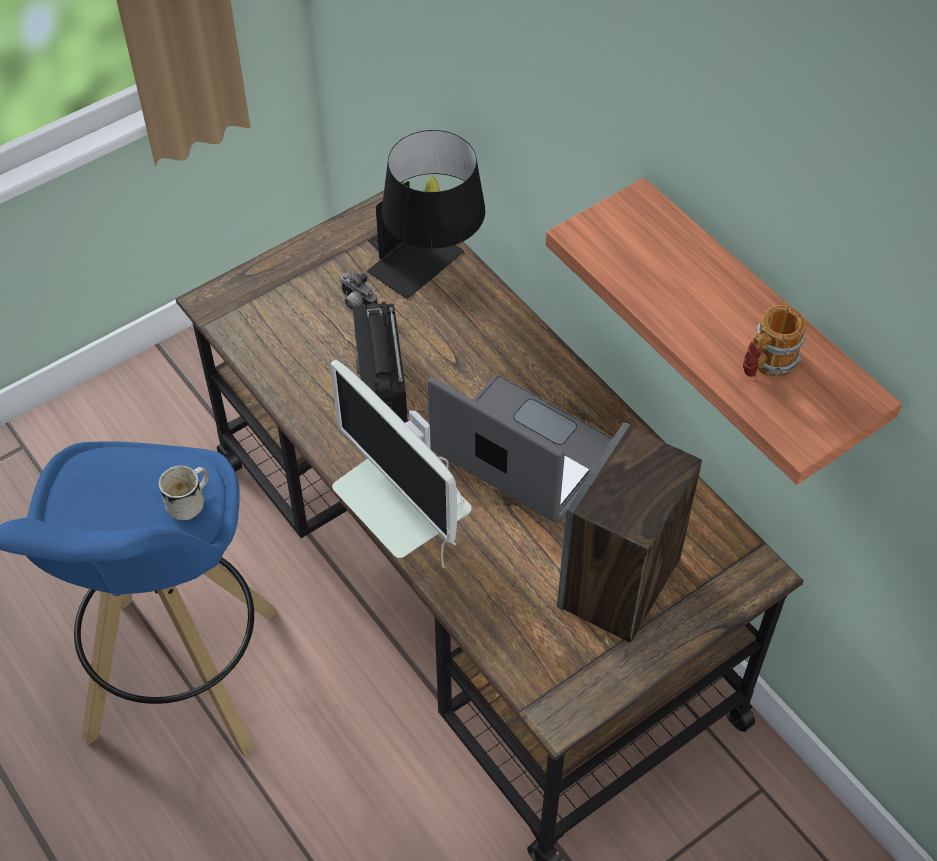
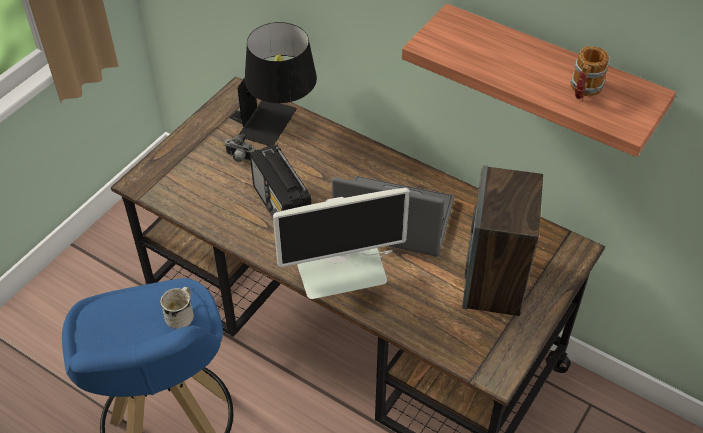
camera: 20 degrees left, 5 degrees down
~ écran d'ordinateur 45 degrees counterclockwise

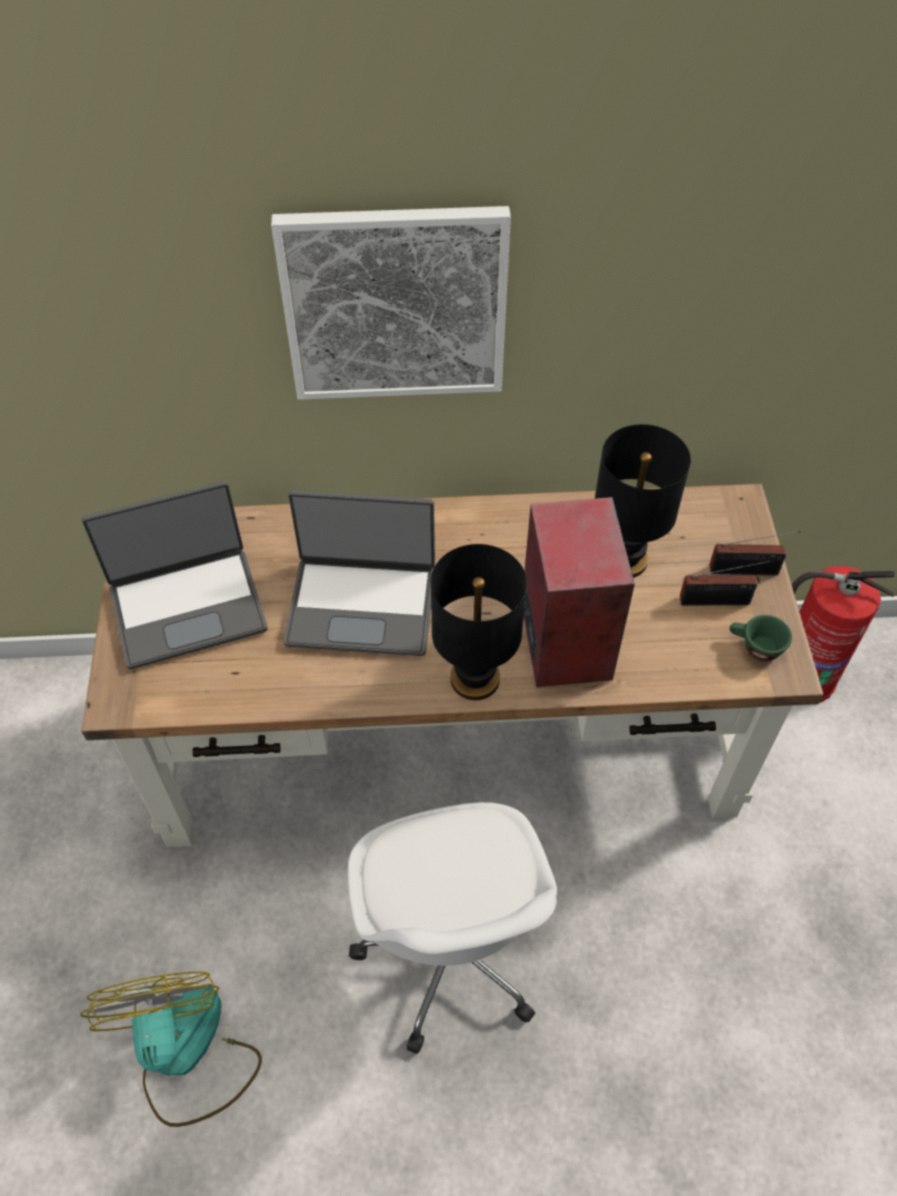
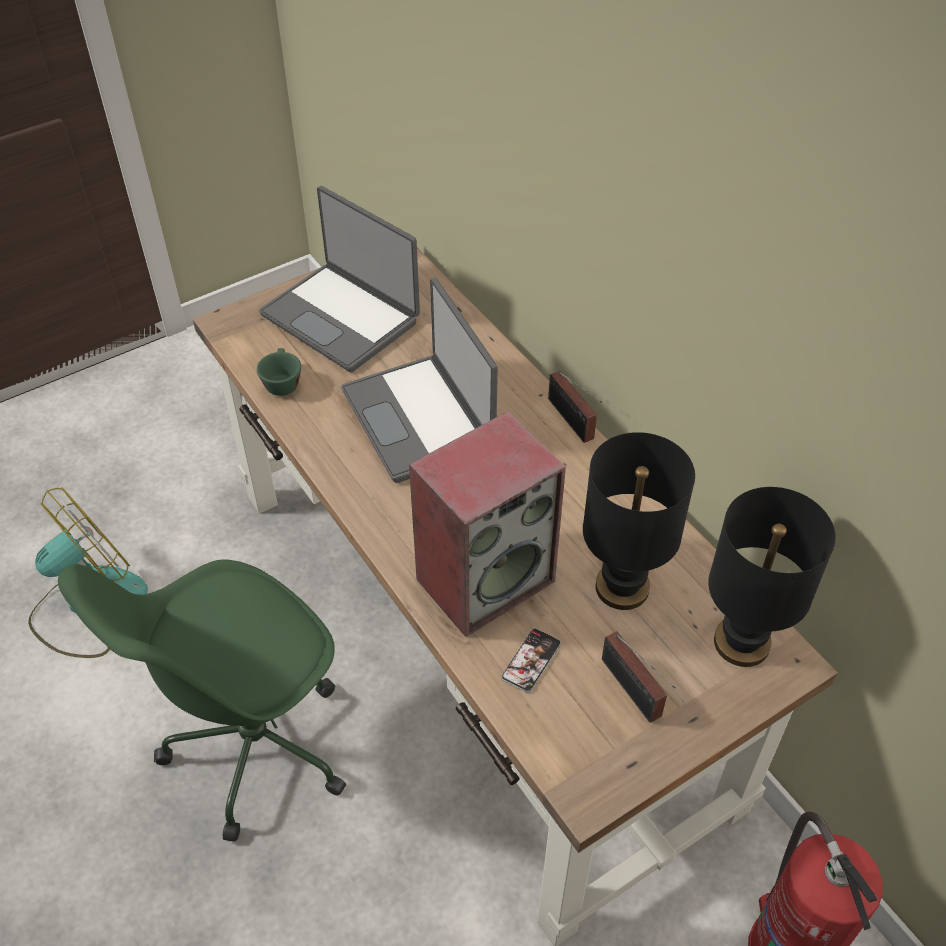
camera: 60 degrees right, 5 degrees down
- tableau
+ téléphone
~ lampe de table (noir) (no. 1 from left in the first image) to lampe de table (noir) (no. 2 from left)
~ radio (no. 2 from left in the first image) to radio (no. 1 from left)
~ tasse (vert)
~ chaise de bureau (blanc) to chaise de bureau (vert)

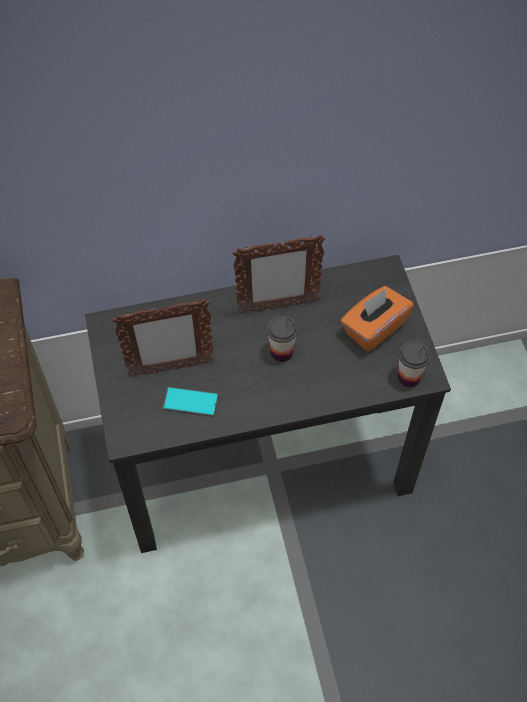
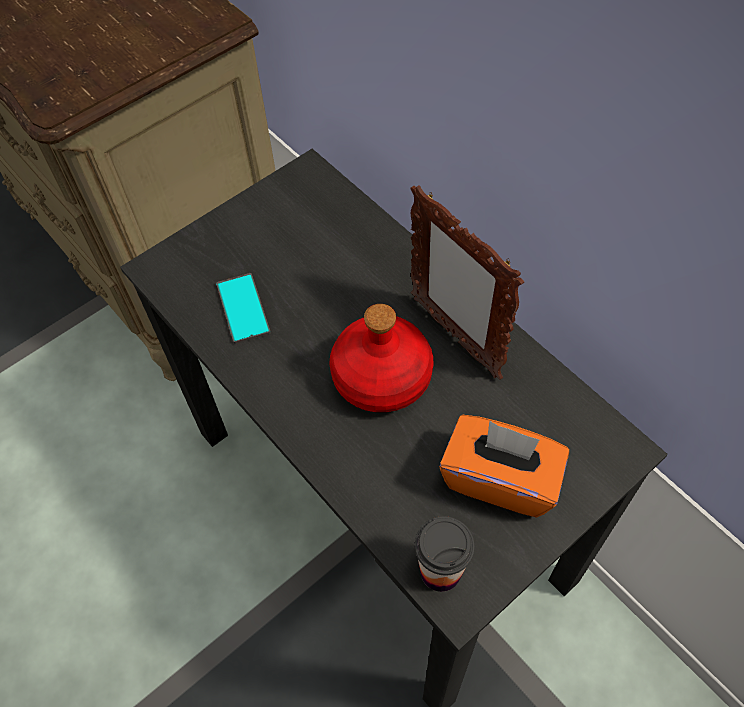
camera: 65 degrees right, 0 degrees up
- cadre photo (no. 1 from left)
~ tasse (no. 1 from left) to bouteille (rouge)

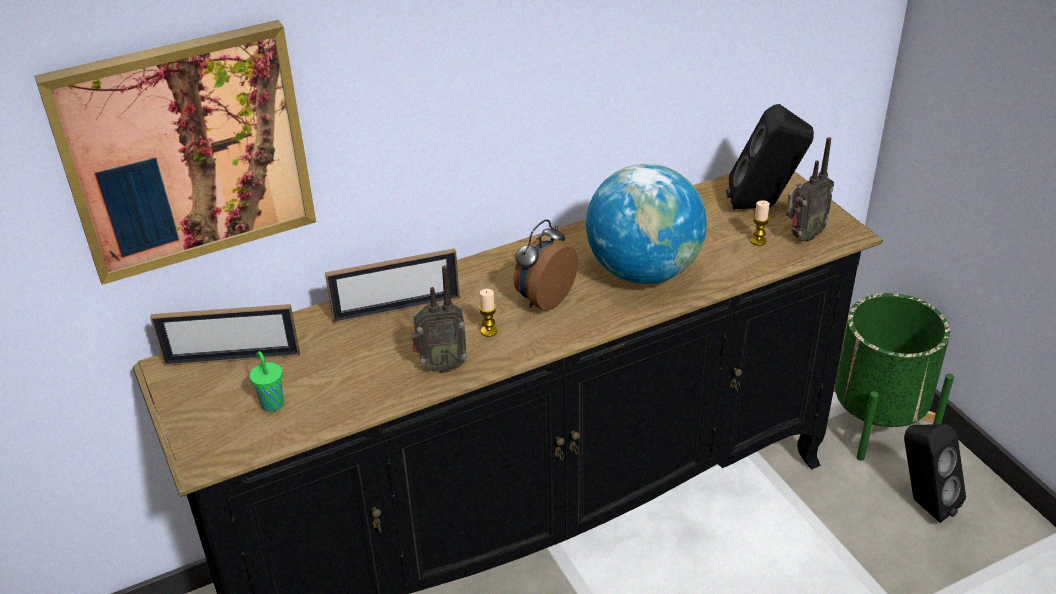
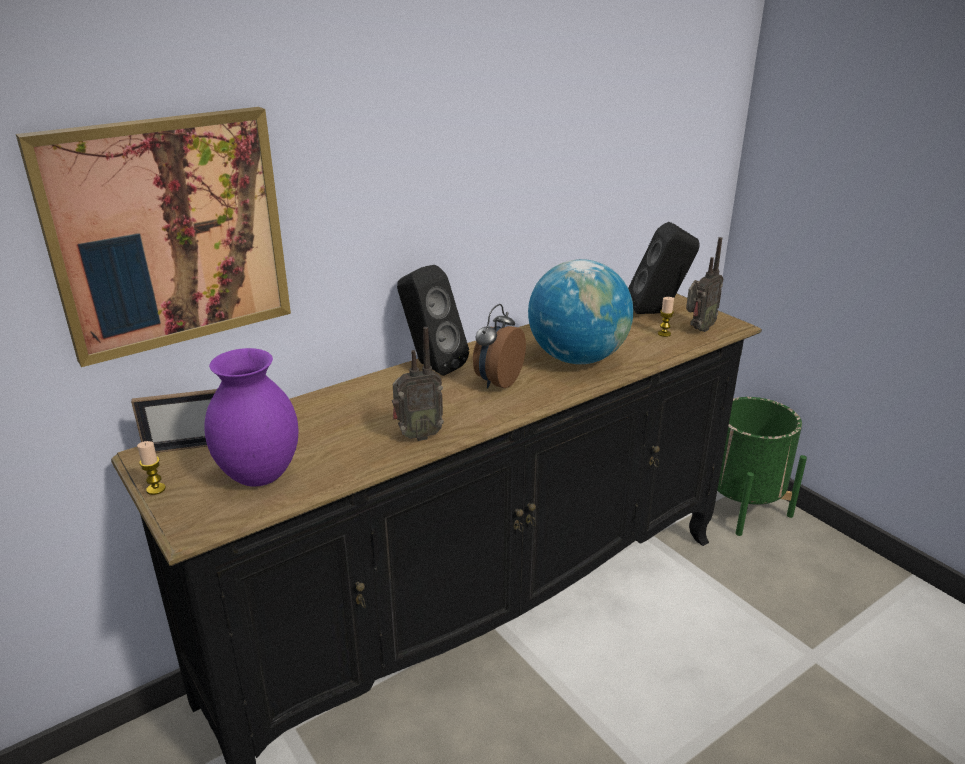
camera: 10 degrees left, 10 degrees down
- cadre photo (no. 2 from left)
~ bougie (no. 1 from left)
~ enceinte (noir) (no. 2 from left in the first image) to enceinte (noir) (no. 1 from left)
~ tasse (vert) to vase (violet)

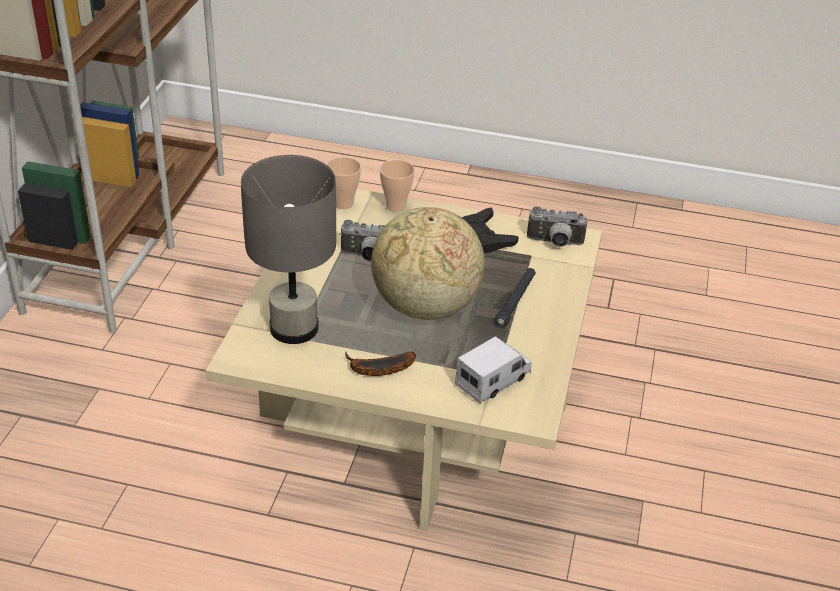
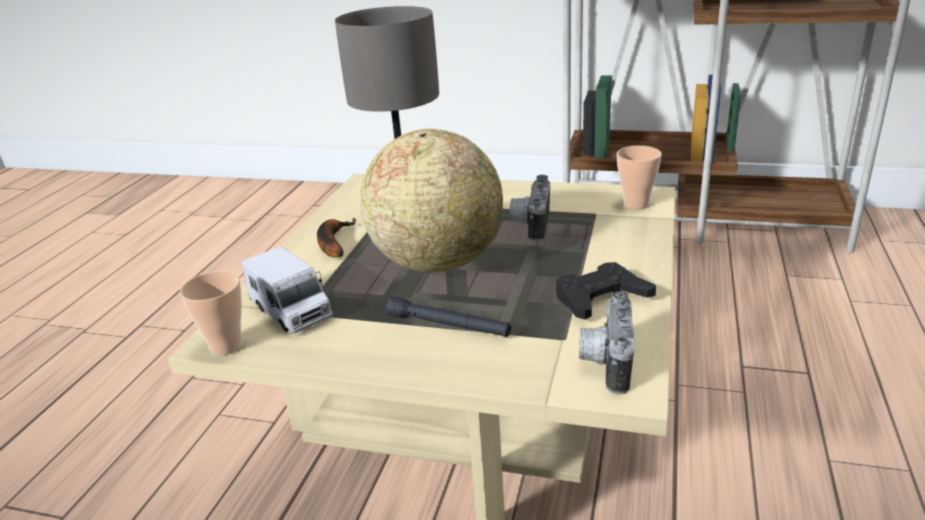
camera: 95 degrees right, 10 degrees down
~ tasse (no. 2 from left in the first image) to tasse (no. 1 from left)

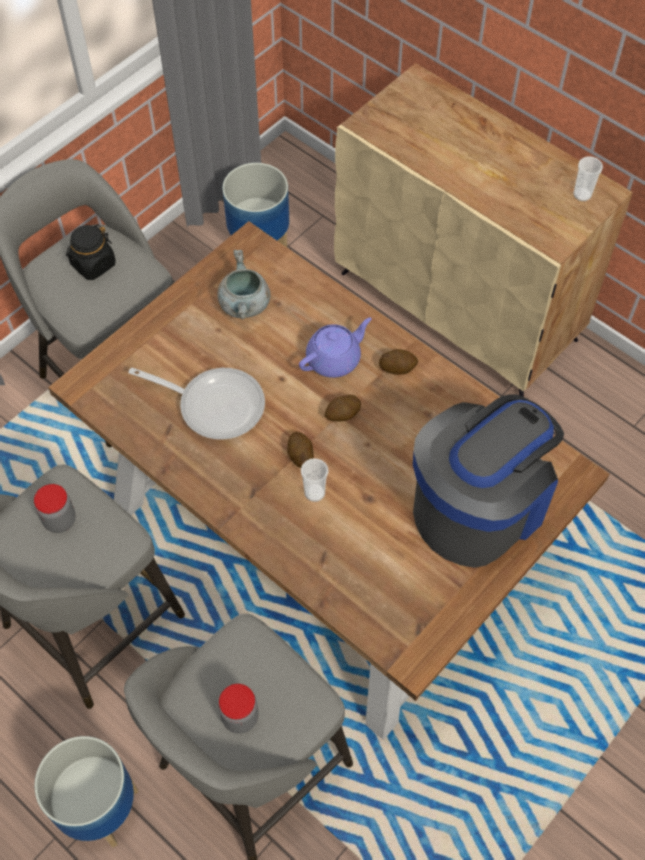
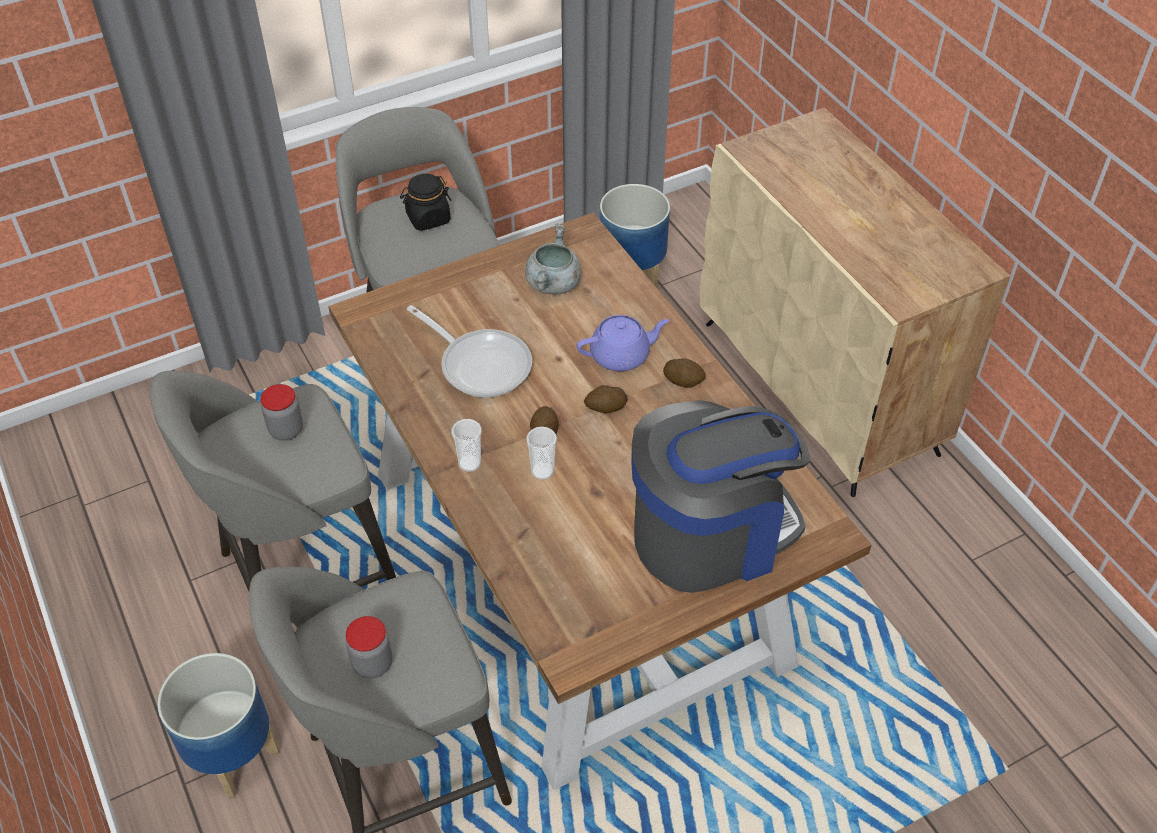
camera: 20 degrees right, 10 degrees down
~ tasse (no. 2 from left in the first image) to tasse (no. 1 from left)

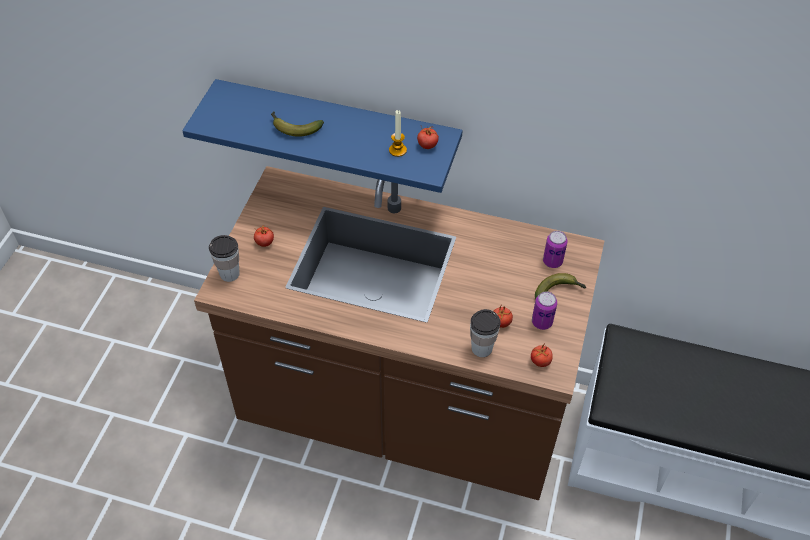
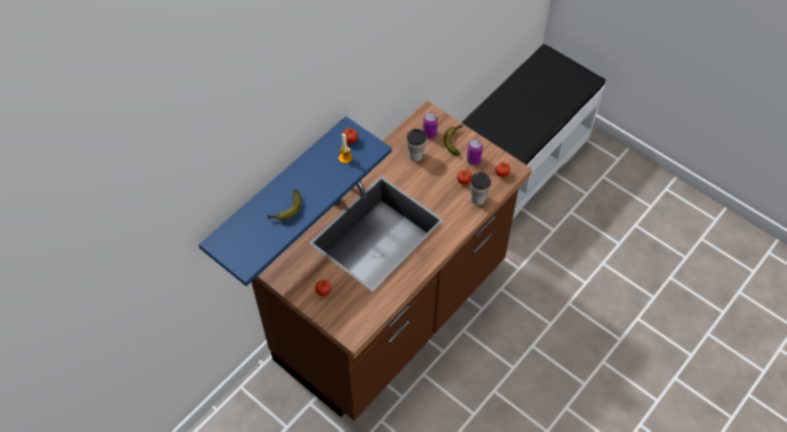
camera: 65 degrees left, 5 degrees up
~ tasse (no. 1 from left)

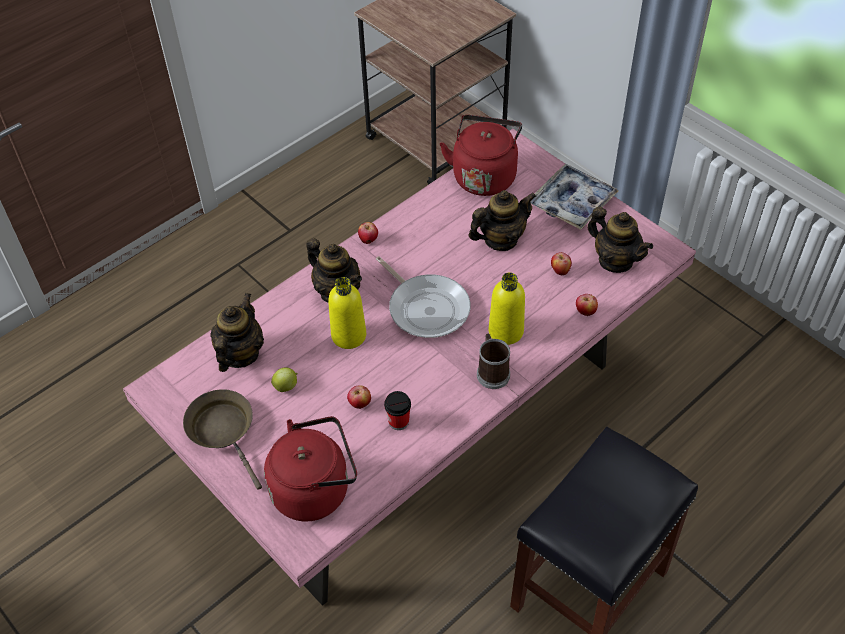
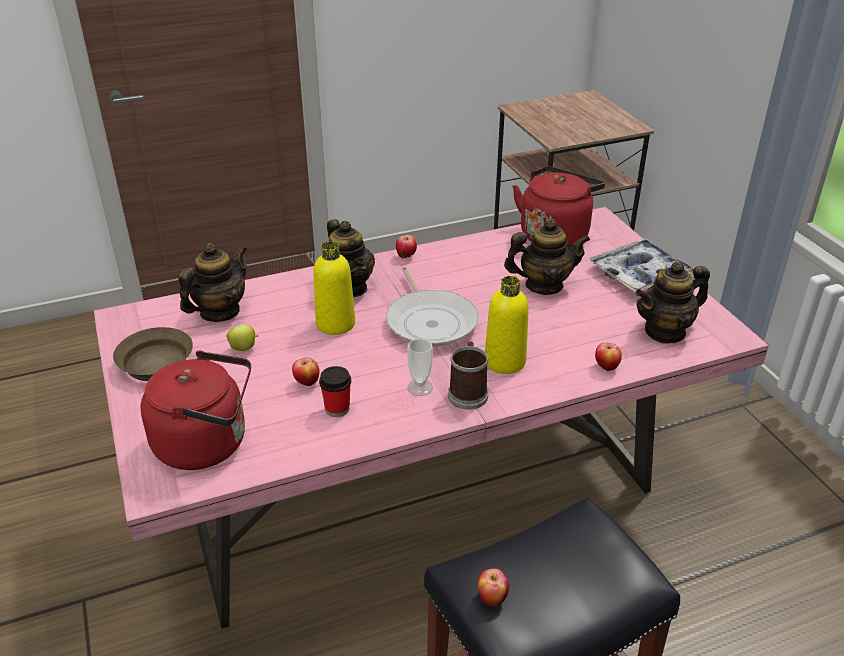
camera: 20 degrees right, 15 degrees down
+ tasse (no. 2 from left)
~ pomme (no. 4 from left)
~ théière (no. 4 from left) 90 degrees clockwise

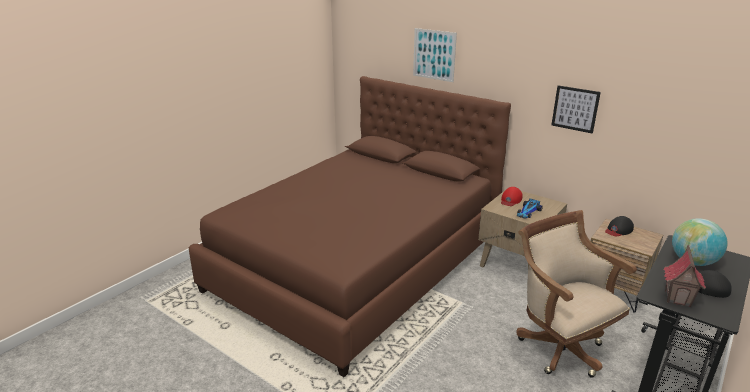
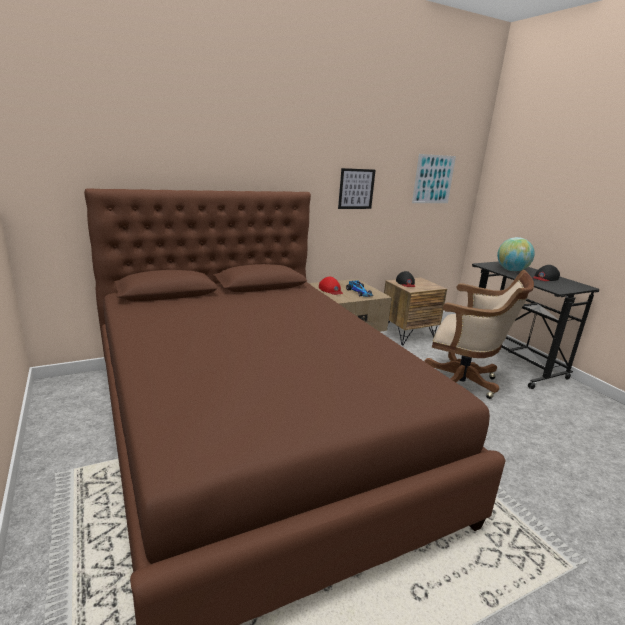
camera: 65 degrees left, 5 degrees down
- maison miniature
~ tableau (no. 1 from left in the first image) to tableau (no. 2 from left)
~ chaise de bureau 150 degrees counterclockwise

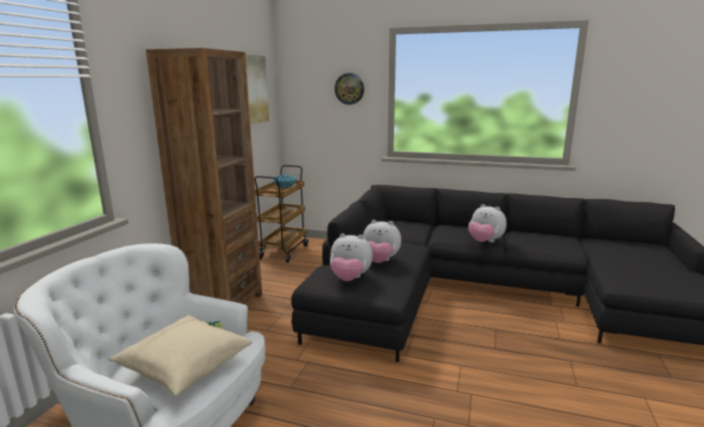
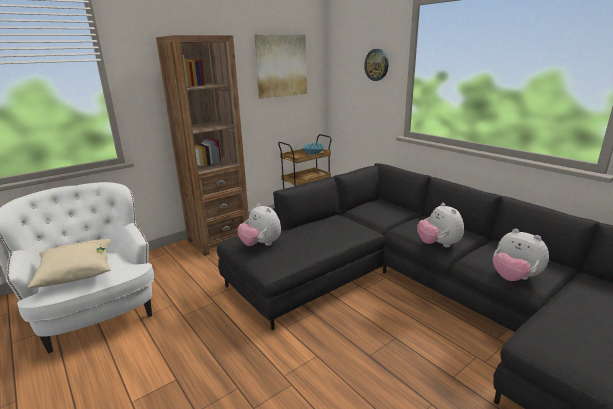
camera: 35 degrees right, 5 degrees up
~ peluche (no. 2 from left in the first image) to peluche (no. 3 from left)

